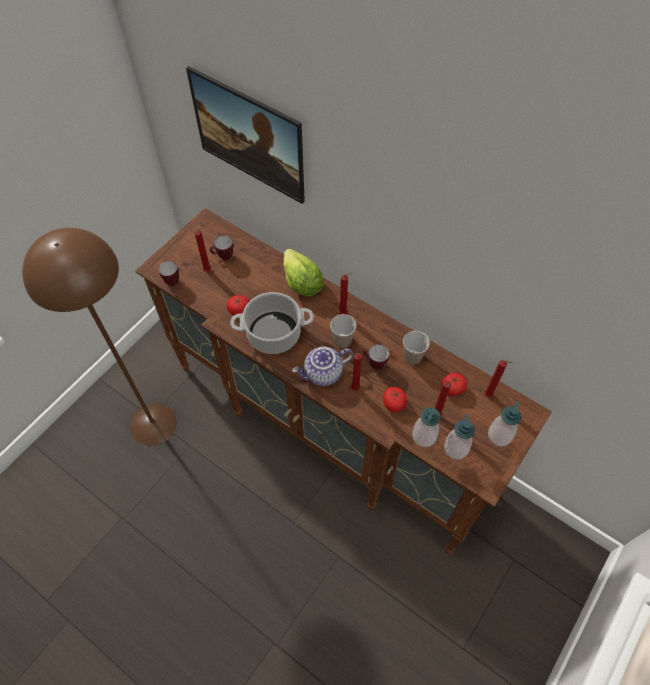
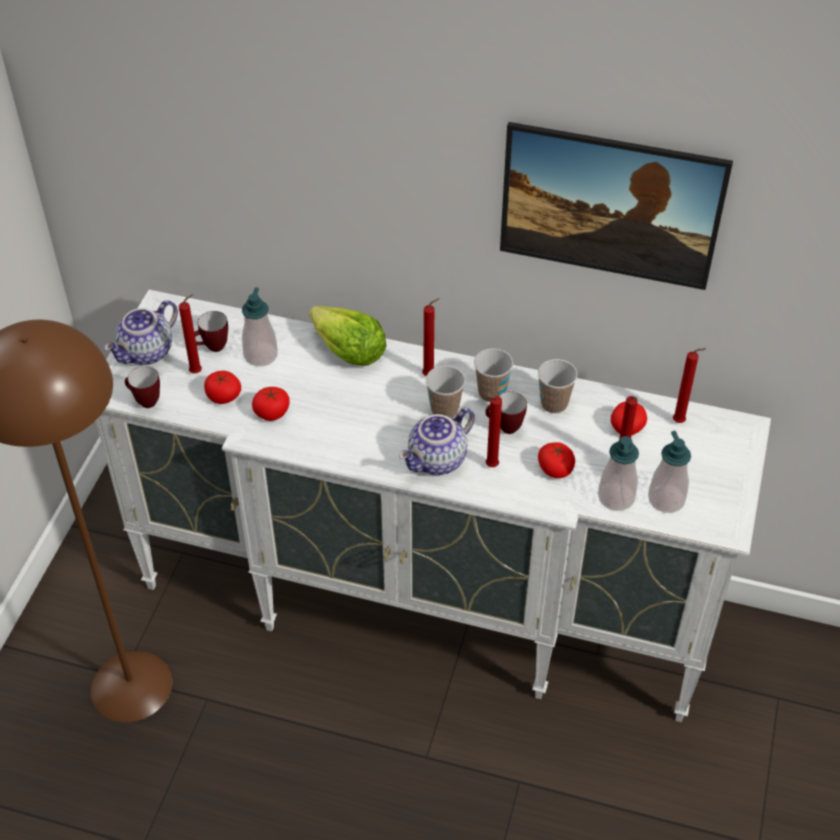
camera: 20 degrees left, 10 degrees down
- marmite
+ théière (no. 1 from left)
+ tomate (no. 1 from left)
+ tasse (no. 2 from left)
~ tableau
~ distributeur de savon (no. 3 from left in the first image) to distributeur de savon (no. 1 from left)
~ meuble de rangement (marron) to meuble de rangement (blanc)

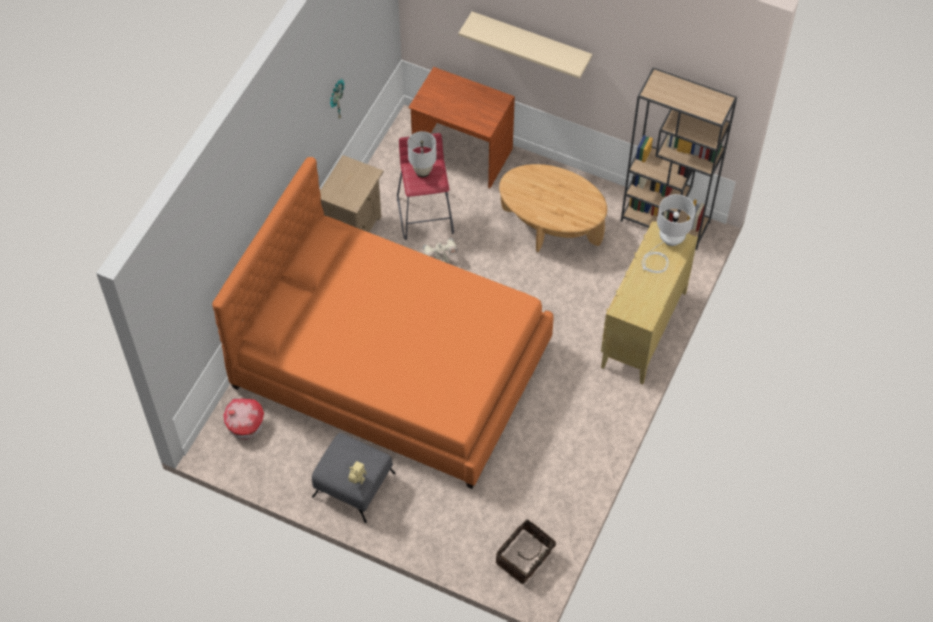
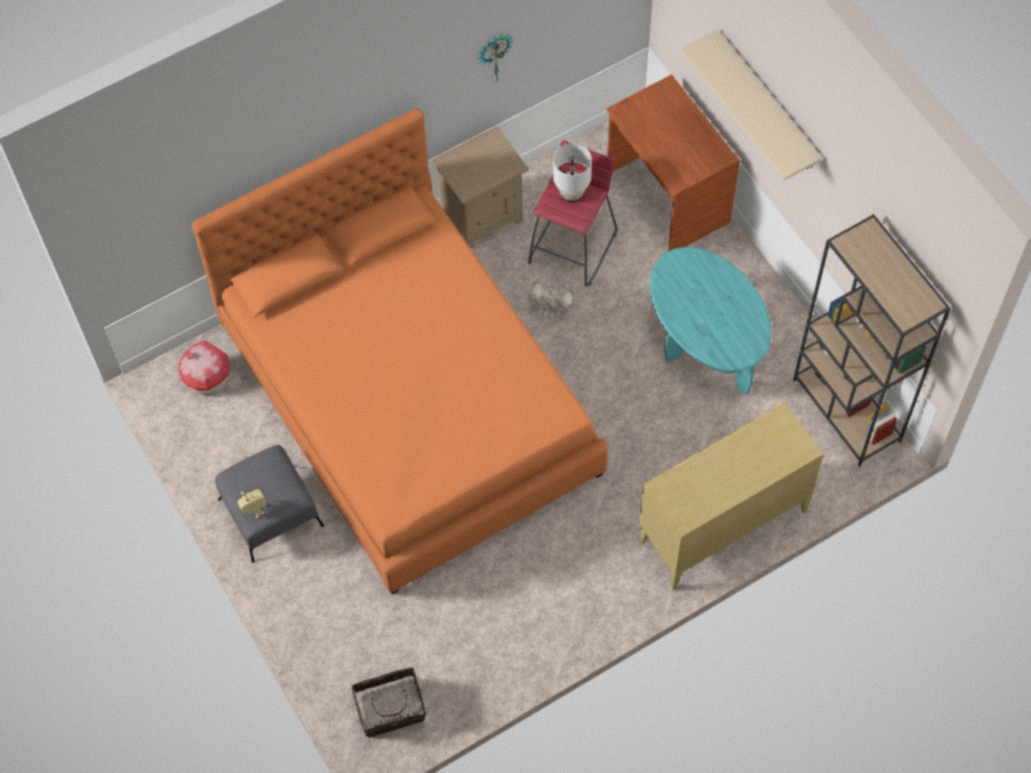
camera: 35 degrees right, 5 degrees up
- lampe de table (blanc) (no. 2 from left)
~ table basse (marron) to table basse (turquoise)

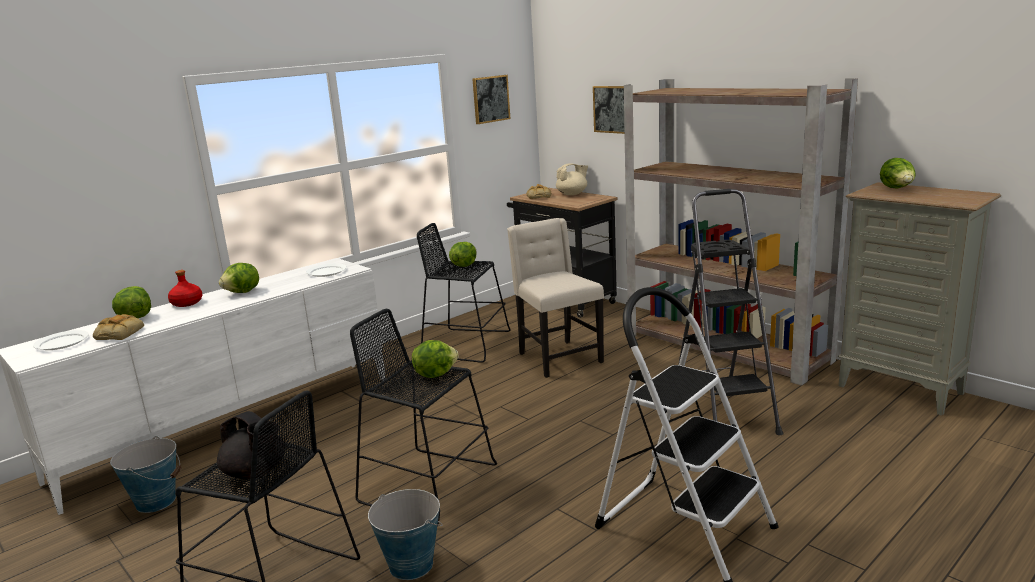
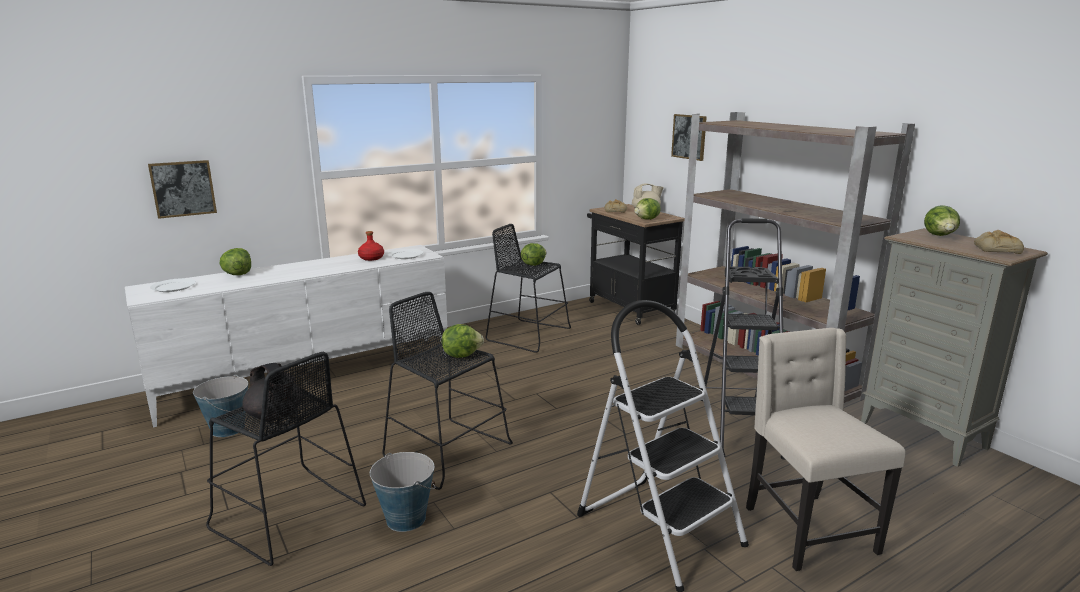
camera: 10 degrees right, 0 degrees up
~ pain (no. 1 from left in the first image) to pain (no. 2 from left)
~ bouteille (rouge)
~ laitue (no. 2 from left in the first image) to laitue (no. 4 from left)
~ tableau (no. 1 from left)
~ chaise (beige)

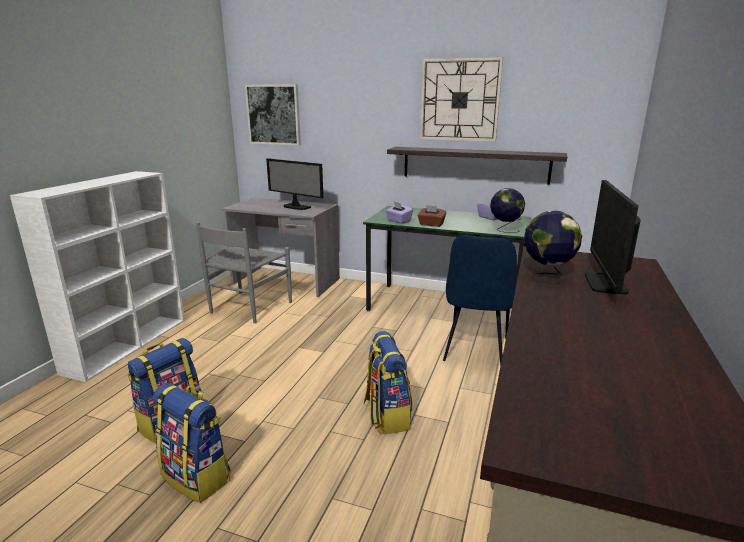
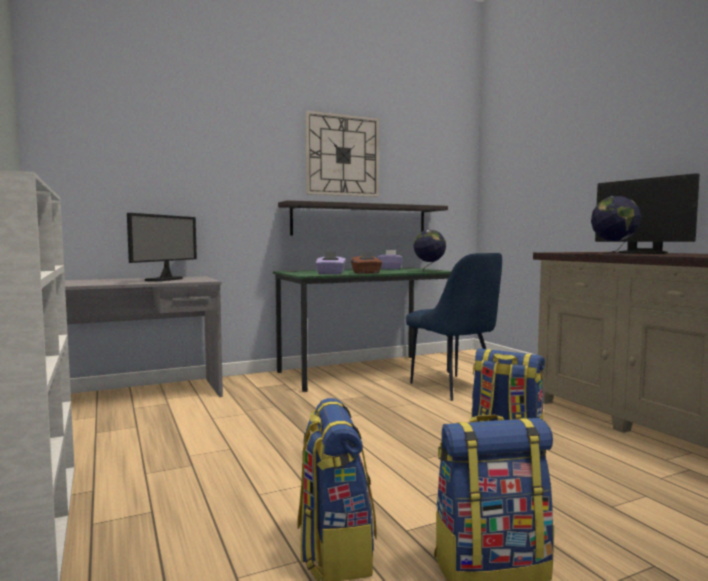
camera: 45 degrees left, 15 degrees down
- chaise (gris)
- tableau
~ écran d'ordinateur (no. 1 from left) 60 degrees counterclockwise

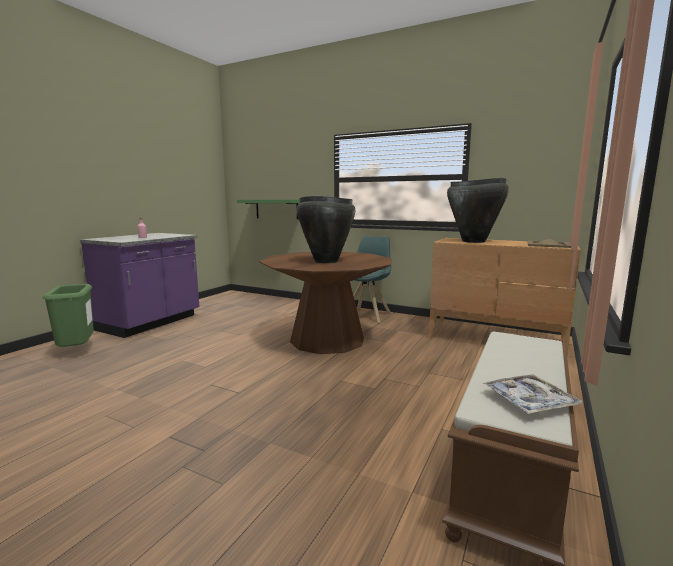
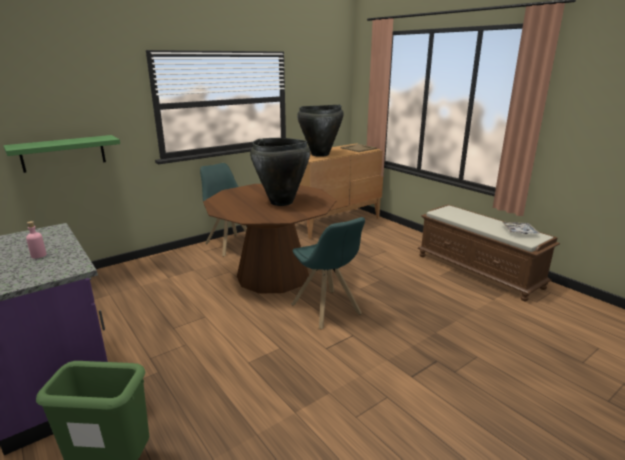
camera: 65 degrees left, 10 degrees up
+ chaise (turquoise) (no. 2 from left)

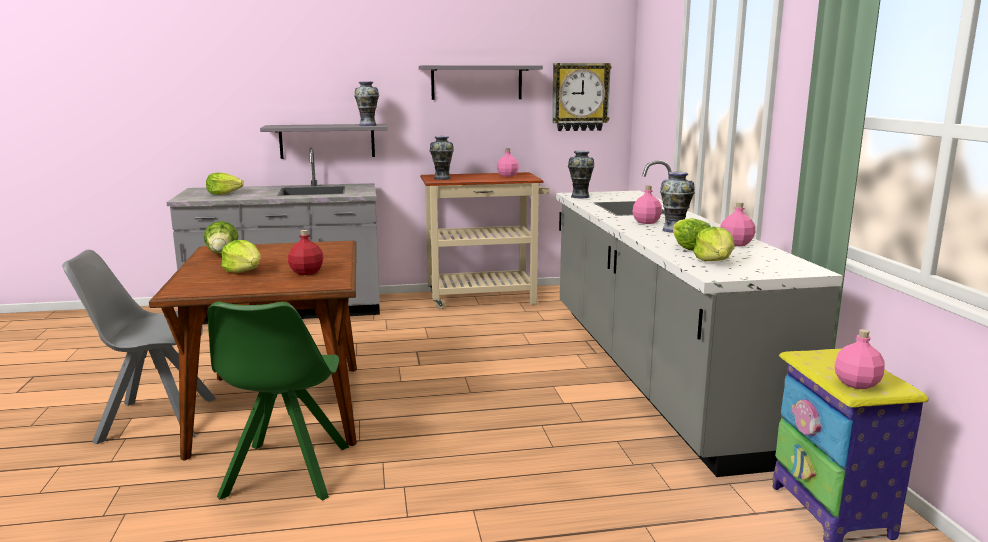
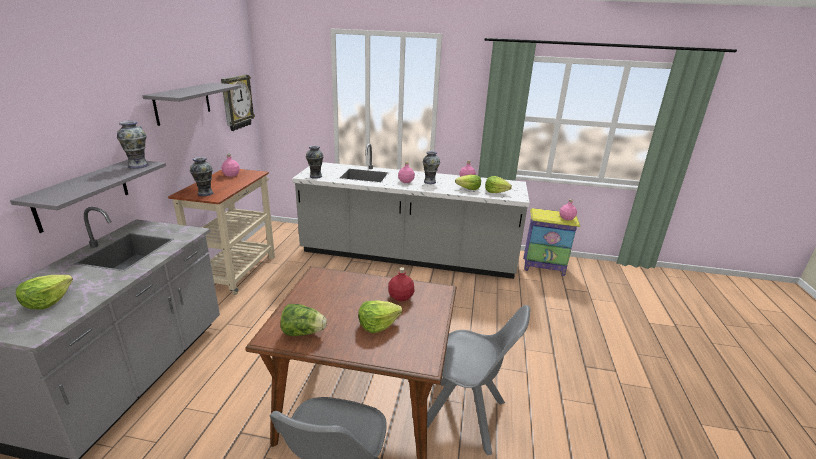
camera: 70 degrees left, 10 degrees up
~ chaise (vert) to chaise (gris) (no. 2 from left)

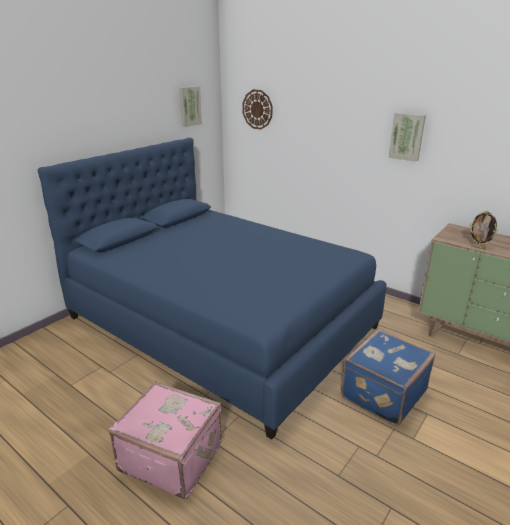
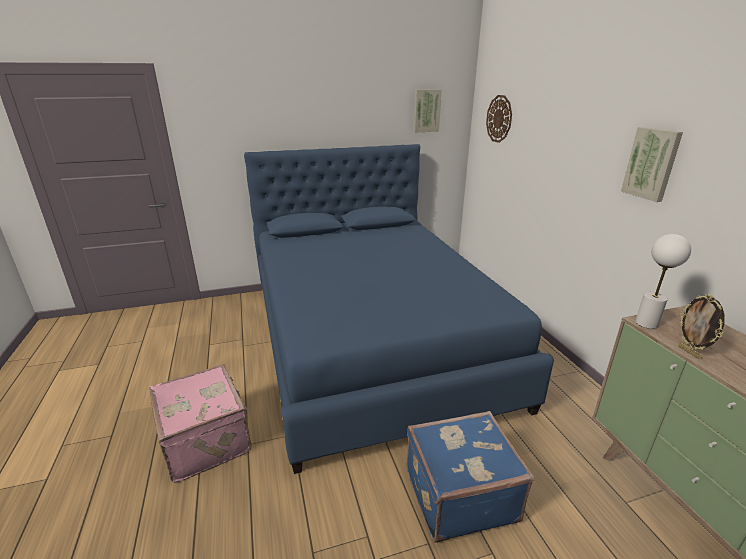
camera: 35 degrees right, 0 degrees up
+ lampe de table (blanc)

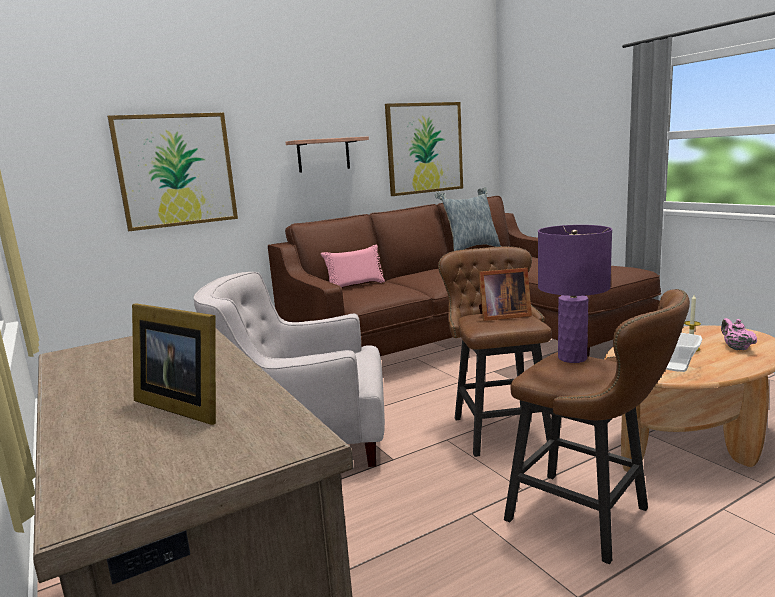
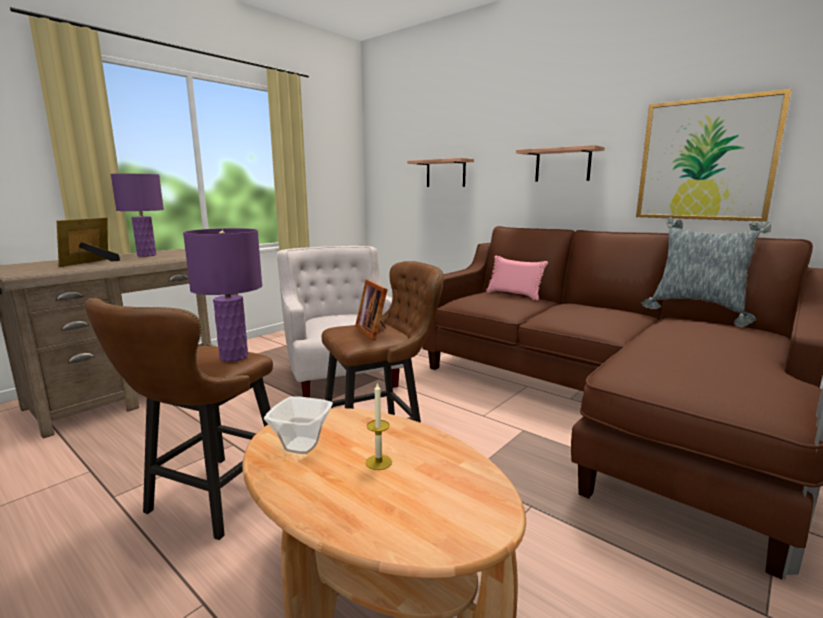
camera: 70 degrees right, 0 degrees up
- théière (rose)
+ lampe de table (violet) (no. 1 from left)
~ tableau (no. 1 from left) to étagère (no. 1 from left)

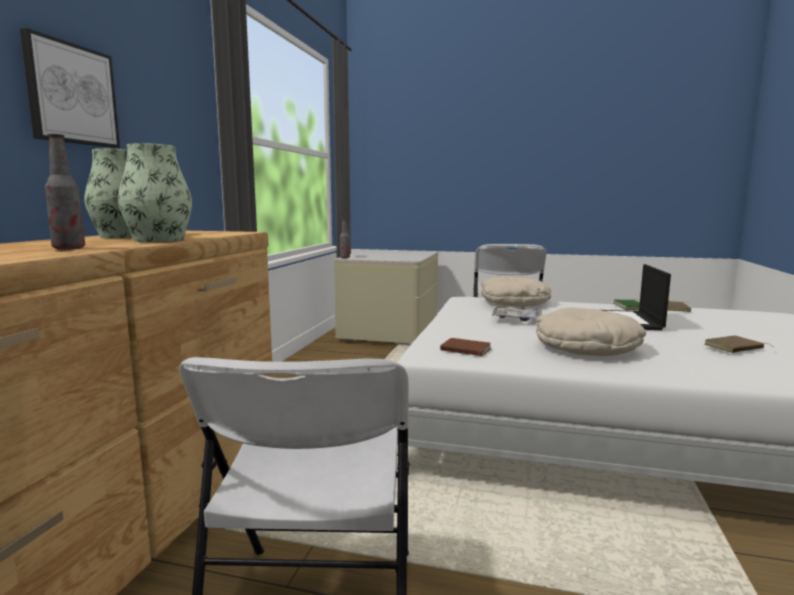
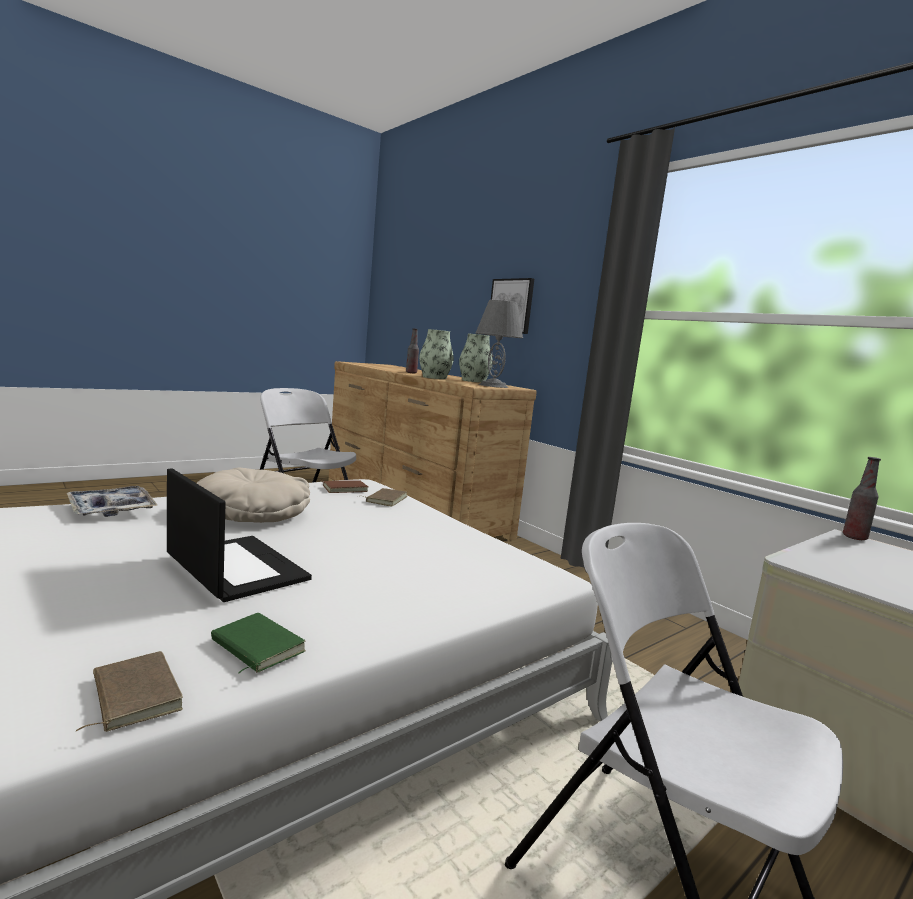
camera: 125 degrees right, 0 degrees up
- coussin (beige) (no. 1 from left)
+ lampe de table (gris)
~ plateau
~ livre (marron) (no. 3 from left)

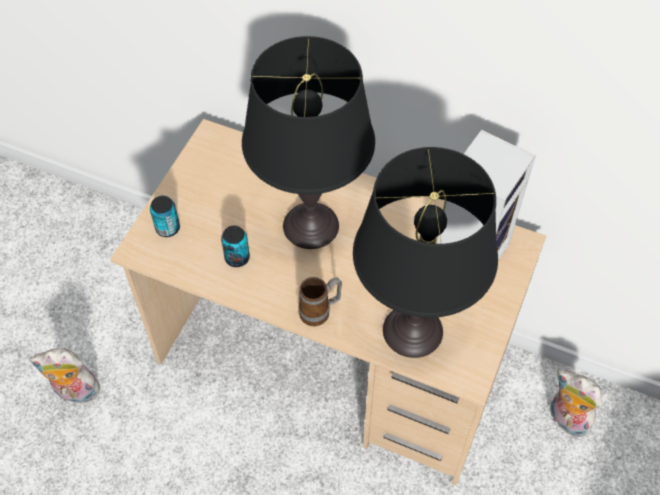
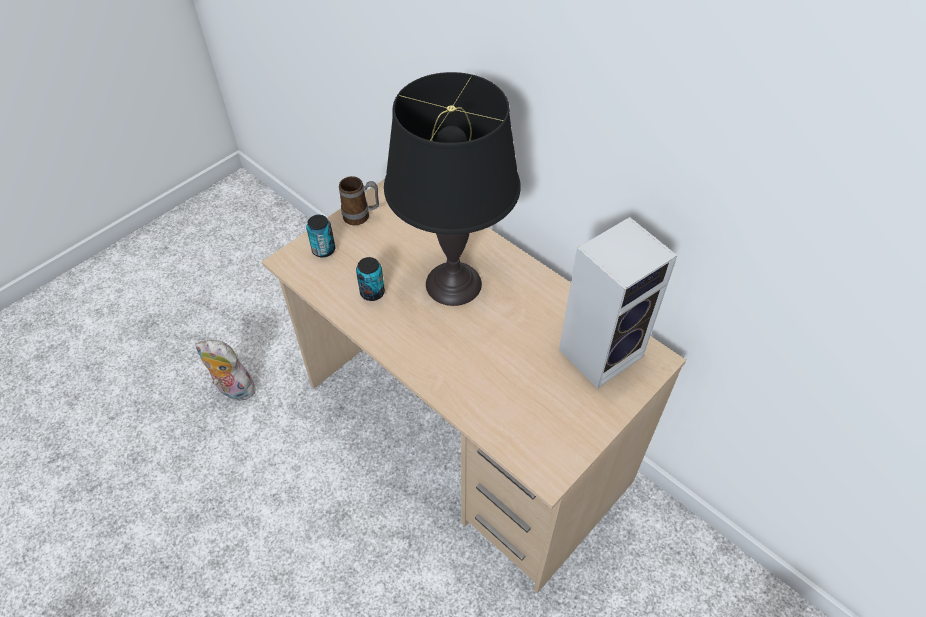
camera: 20 degrees right, 5 degrees down
- lampe de table (noir) (no. 2 from left)
- peluche (no. 2 from left)
~ mug

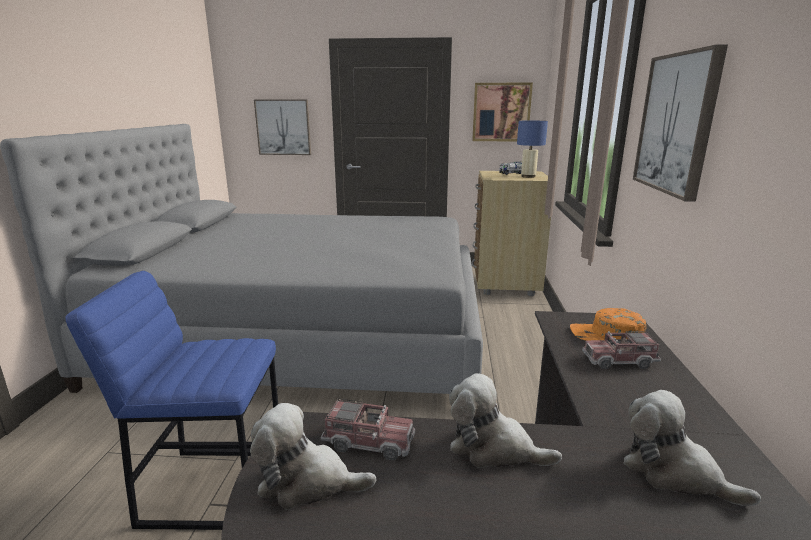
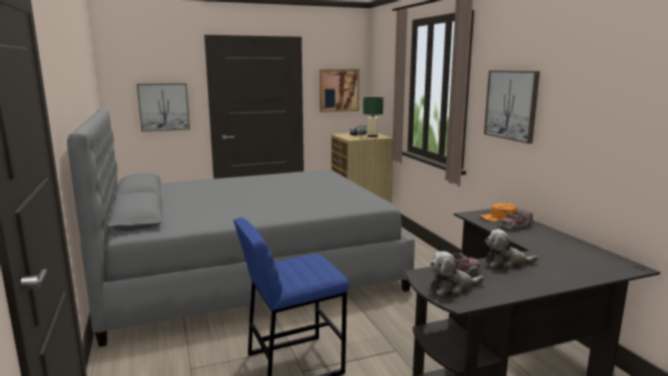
camera: 25 degrees left, 5 degrees down
- peluche (no. 3 from left)
~ lampe de table (bleu) to lampe de table (vert)

